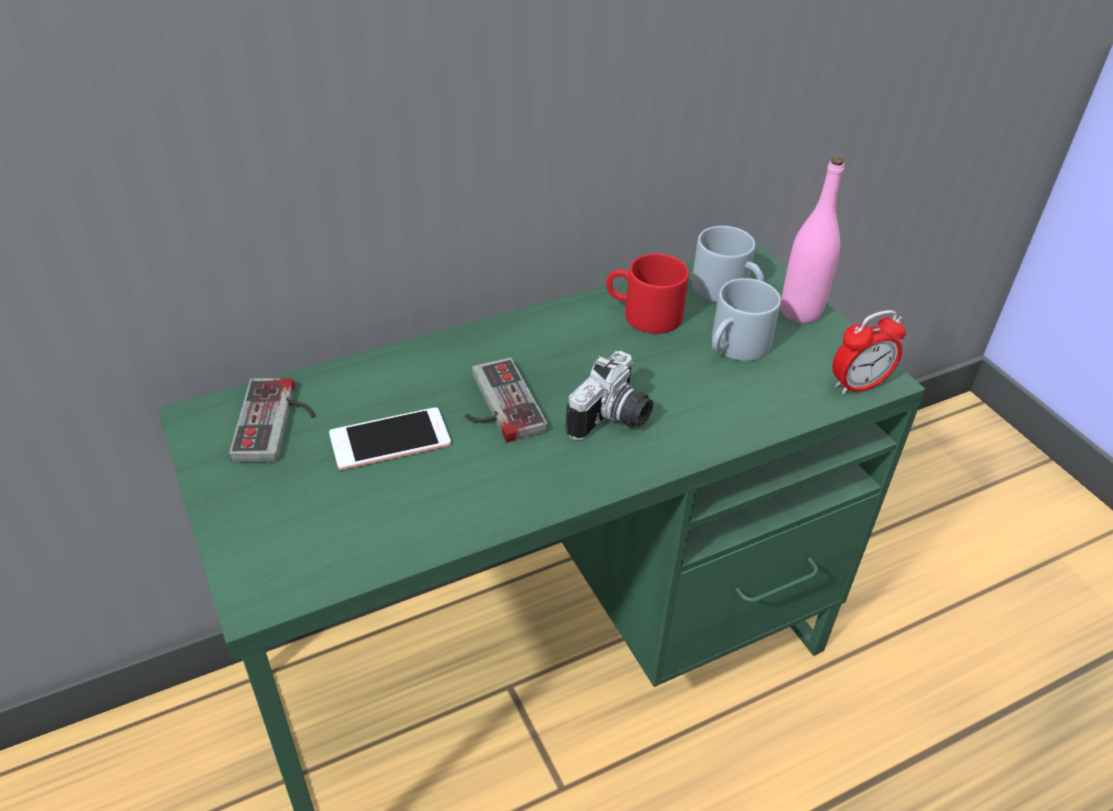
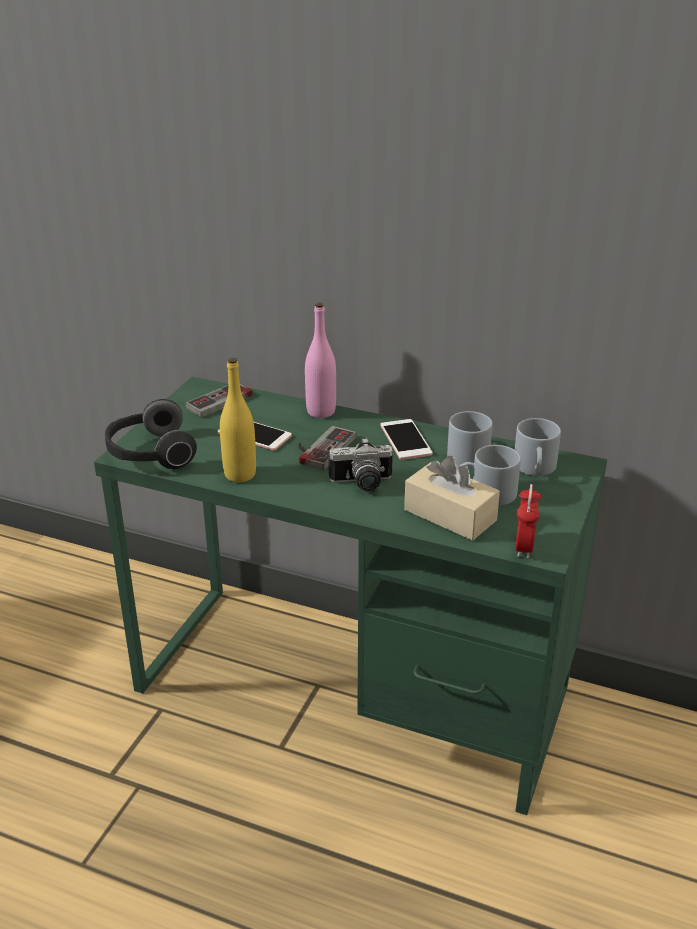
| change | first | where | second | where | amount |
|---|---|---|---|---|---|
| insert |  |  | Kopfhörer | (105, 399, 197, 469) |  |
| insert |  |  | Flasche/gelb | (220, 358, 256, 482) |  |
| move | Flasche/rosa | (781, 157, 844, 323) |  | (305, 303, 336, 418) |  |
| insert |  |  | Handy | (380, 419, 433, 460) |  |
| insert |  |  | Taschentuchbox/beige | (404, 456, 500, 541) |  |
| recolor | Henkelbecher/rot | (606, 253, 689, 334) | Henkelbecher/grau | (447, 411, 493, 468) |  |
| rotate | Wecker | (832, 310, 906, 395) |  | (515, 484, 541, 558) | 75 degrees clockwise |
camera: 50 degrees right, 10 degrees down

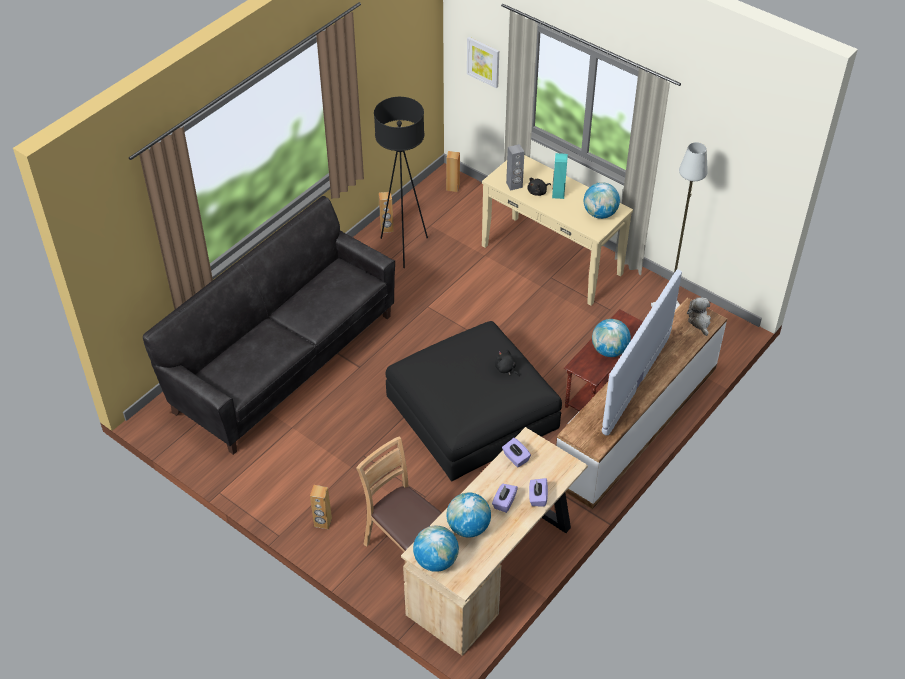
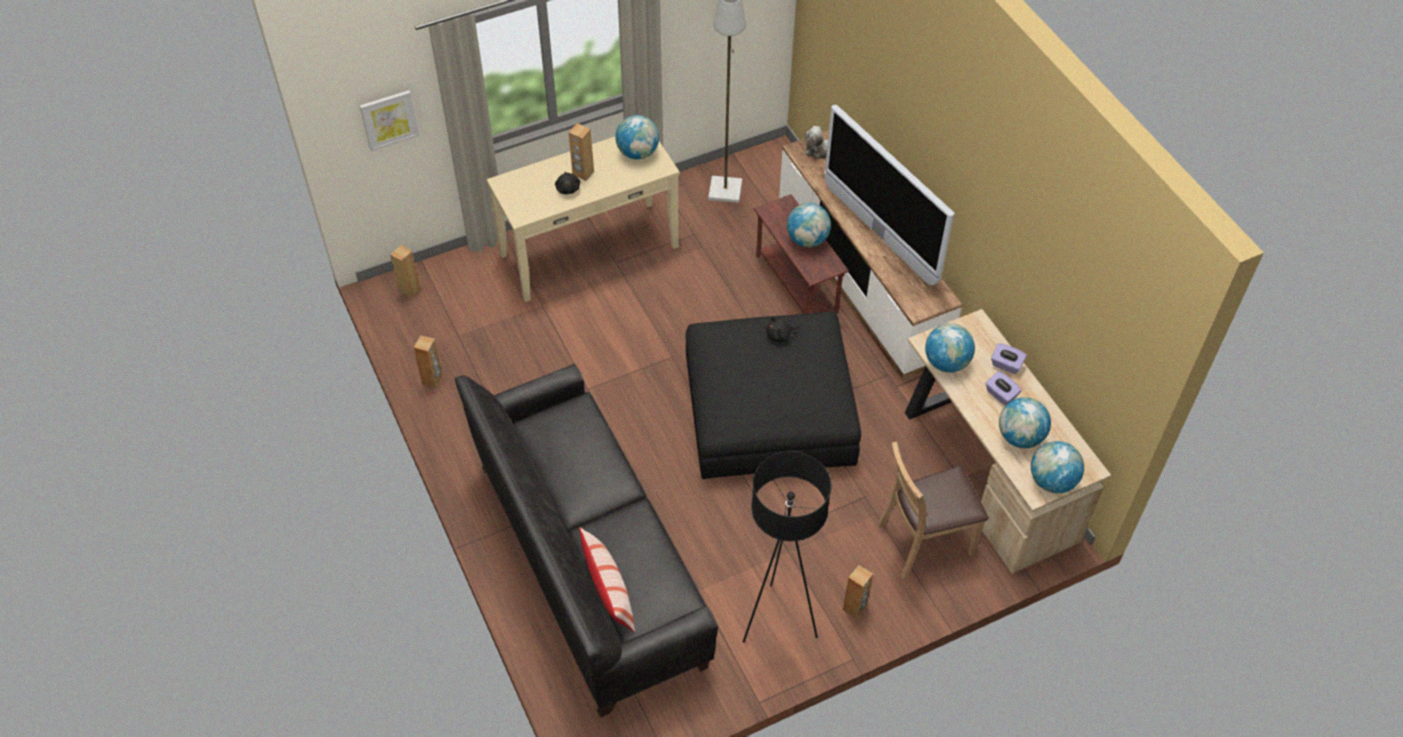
| change | first | where | second | where | amount |
|---|---|---|---|---|---|
| recolor | Lautsprecher/türkis | (552, 153, 568, 199) | Lautsprecher/braun | (569, 123, 594, 181) |  |
| insert |  |  | Kissen | (579, 527, 635, 632) |  |
| move | Stehlampe/schwarz | (374, 97, 428, 268) |  | (743, 451, 831, 643) |  |
| replace | Taschentuchbox/lila | (502, 438, 531, 467) | Globus | (925, 323, 975, 372) |  |
| delete | Lautsprecher/grau | (506, 144, 525, 191) |  |  |  |
camera: 65 degrees left, 5 degrees up

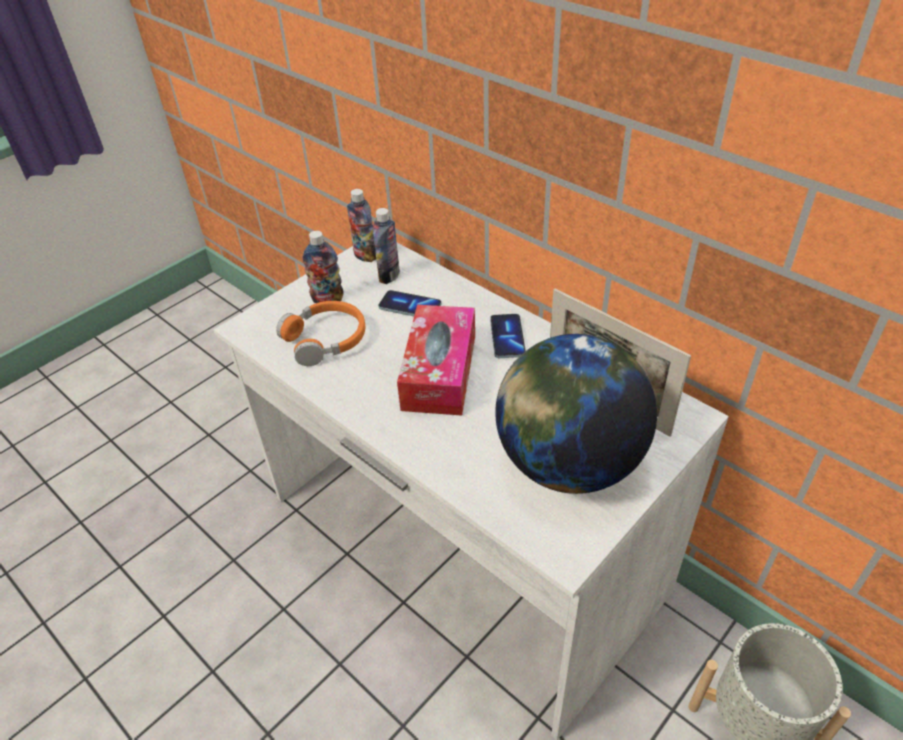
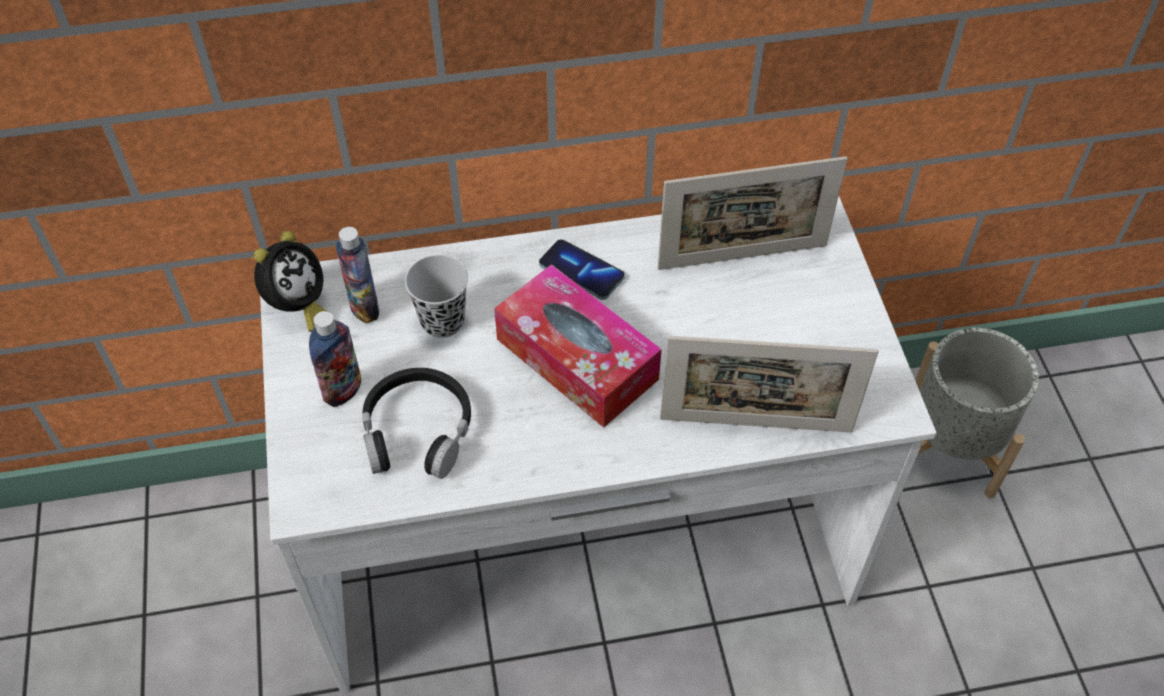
| change | first | where | second | where | amount |
|---|---|---|---|---|---|
| replace | Flasche | (347, 189, 376, 262) | Wecker | (254, 231, 326, 332) |  |
| recolor | Kopfhörer/orange | (276, 301, 365, 366) | Kopfhörer/schwarz | (362, 368, 471, 479) |  |
| replace | Handy | (378, 290, 442, 316) | Tasse/schwarz | (405, 255, 468, 338) |  |
| insert |  |  | Bilderrahmen | (660, 336, 878, 433) |  |
| delete | Globus | (495, 334, 657, 494) |  |  |  |
camera: 55 degrees left, 10 degrees up

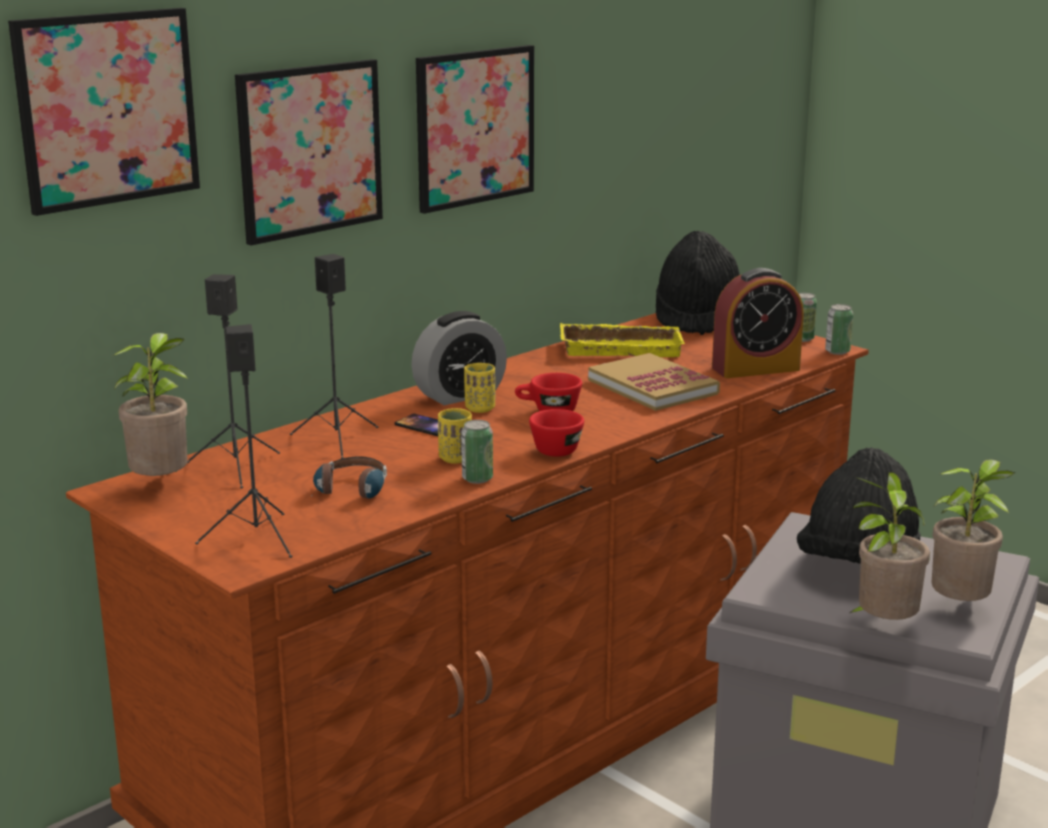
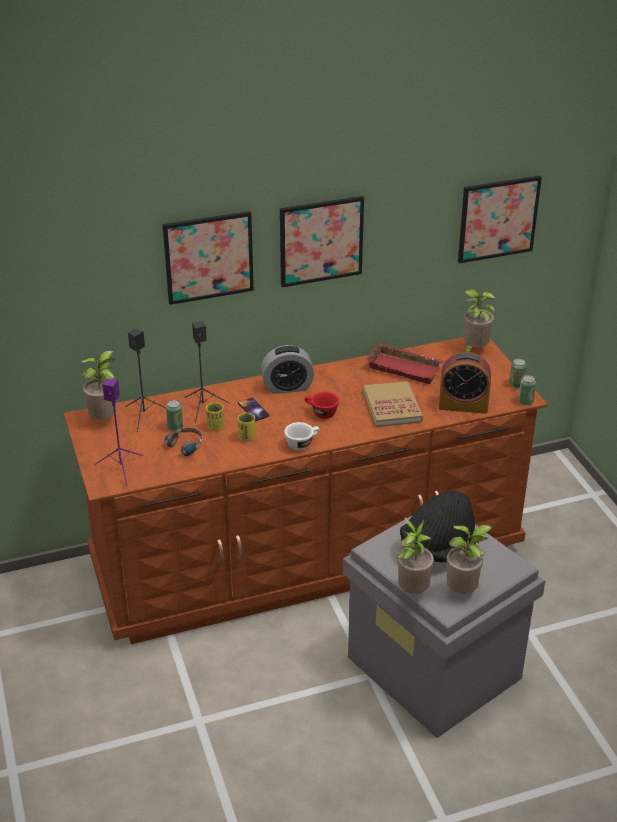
| change | first | where | second | where | amount |
|---|---|---|---|---|---|
| recolor | Lautsprecher/schwarz | (195, 324, 292, 558) | Lautsprecher/lila | (94, 379, 143, 486) |  |
| move | Dose | (461, 420, 493, 484) |  | (166, 400, 183, 431) |  |
| move | Tasse/gelb | (464, 363, 495, 413) |  | (206, 402, 224, 431) |  |
| recolor | Tasse/rot | (529, 409, 584, 457) | Tasse/weiß | (284, 422, 320, 451) |  |
| recolor | Tablett/gelb | (560, 323, 684, 357) | Tablett/rot | (365, 343, 444, 384) |  |
| move | Bild | (8, 8, 200, 216) |  | (458, 176, 542, 263) |  |
| replace | Hut/schwarz | (656, 231, 740, 335) | Topfpflanze | (464, 289, 495, 352) |  |
camera: 25 degrees right, 15 degrees up

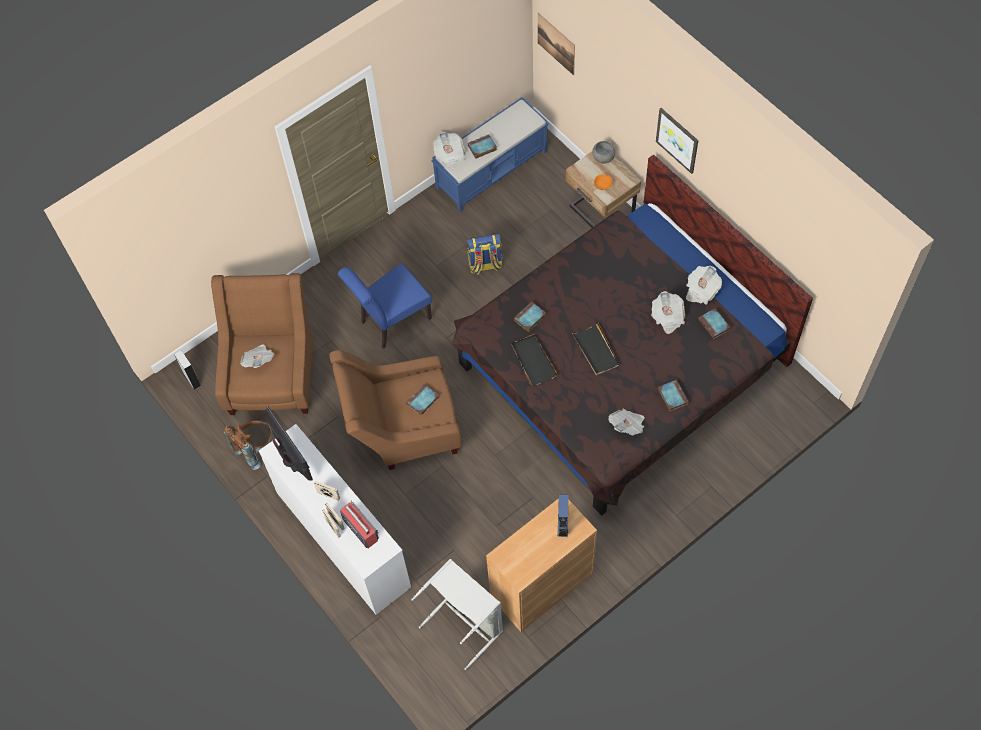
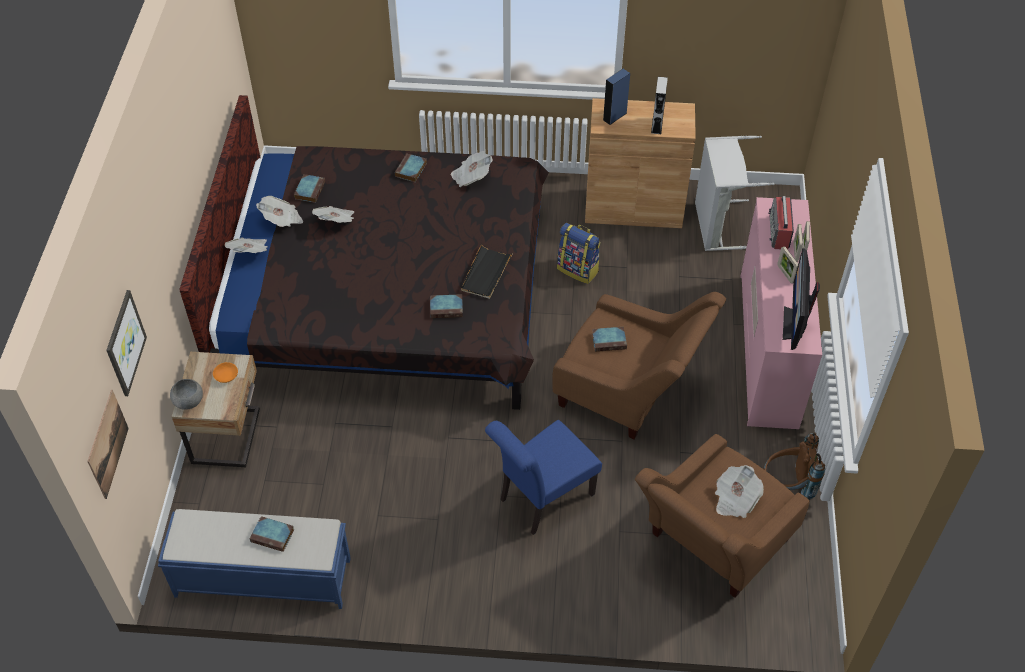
| change | first | where | second | where | amount |
|---|---|---|---|---|---|
| move | Bild | (656, 108, 698, 174) |  | (106, 290, 147, 396) |  |
| move | Zeitung | (433, 131, 466, 170) |  | (225, 238, 268, 253) |  |
| rotate | Stuhl/blau | (338, 264, 432, 349) |  | (485, 420, 602, 535) | 135 degrees clockwise |
| move | Rucksack | (467, 234, 503, 274) |  | (557, 223, 600, 284) |  |
| move | Lautsprecher/grau | (174, 351, 202, 390) |  | (651, 77, 668, 134) |  |
| recolor | Kommode/weiß | (259, 424, 411, 615) | Kommode/rosa | (740, 197, 822, 430) |  |
| delete | Tablett/schwarz | (572, 322, 619, 375) |  |  |  |
camera: 140 degrees left, 10 degrees down

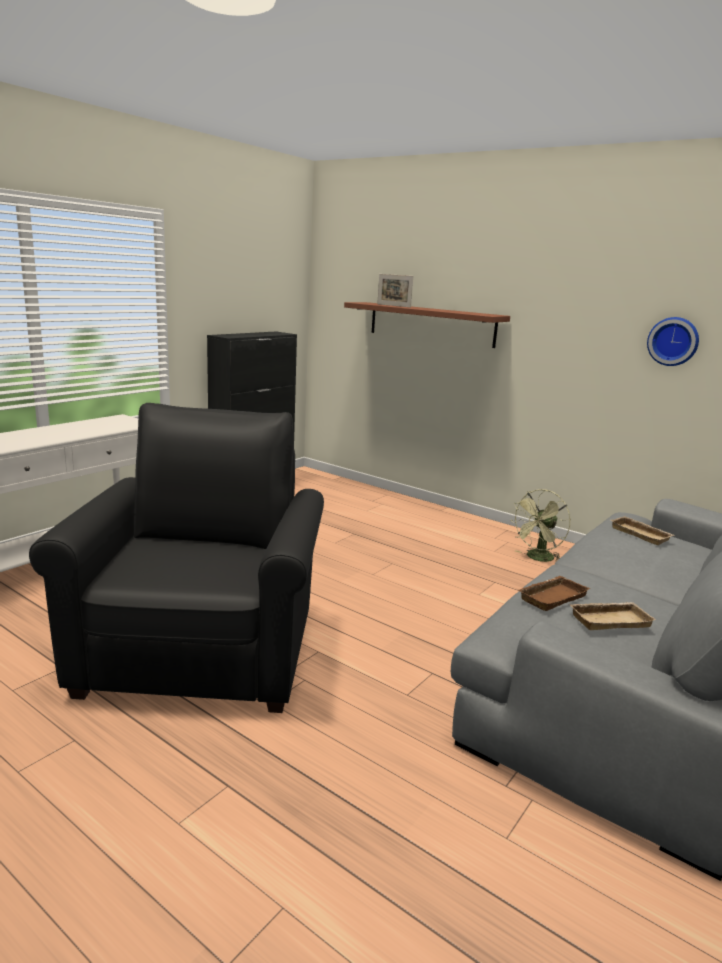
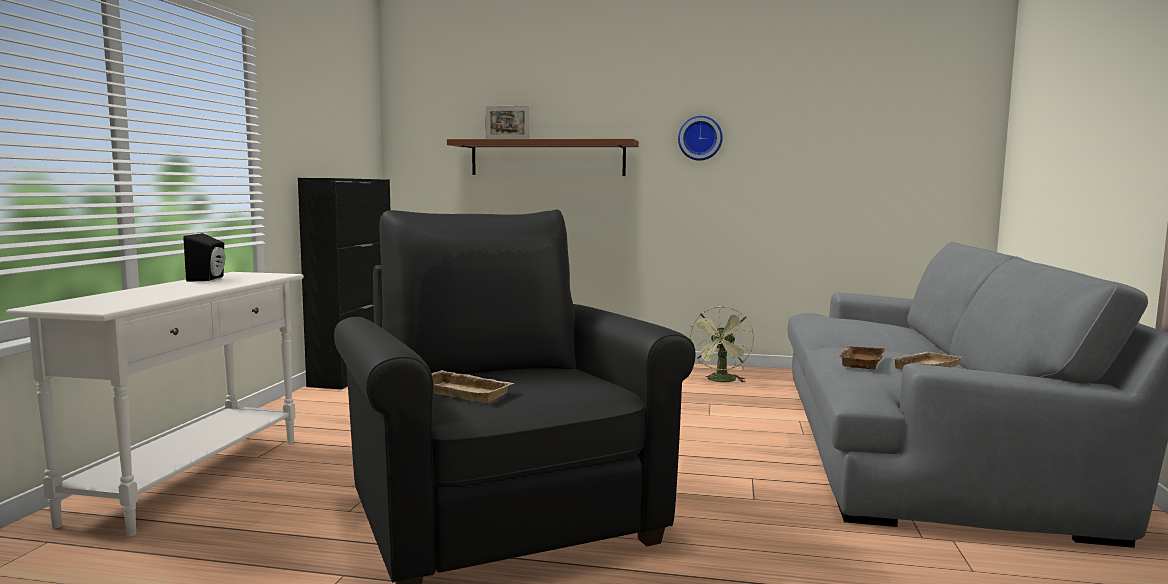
| change | first | where | second | where | amount |
|---|---|---|---|---|---|
| insert |  |  | Lautsprecher/schwarz | (183, 233, 225, 282) |  |
| move | Tablett/beige | (611, 516, 674, 545) |  | (431, 370, 515, 403) |  |
| move | Wanduhr | (647, 317, 699, 366) |  | (678, 116, 723, 161) |  |
camera: 25 degrees left, 10 degrees down

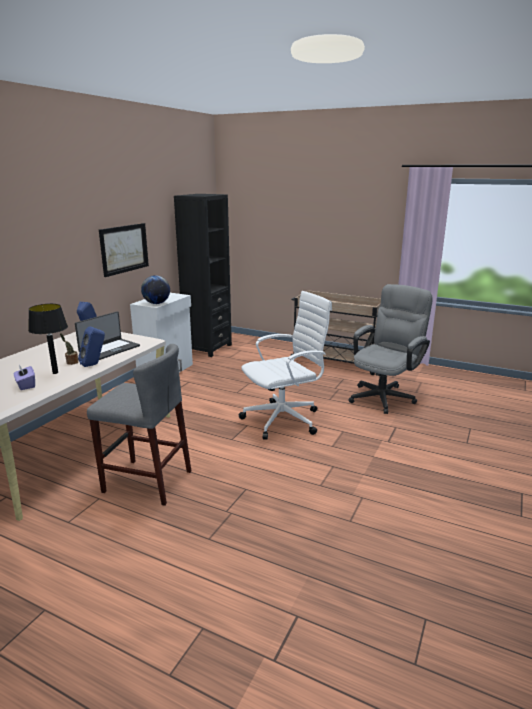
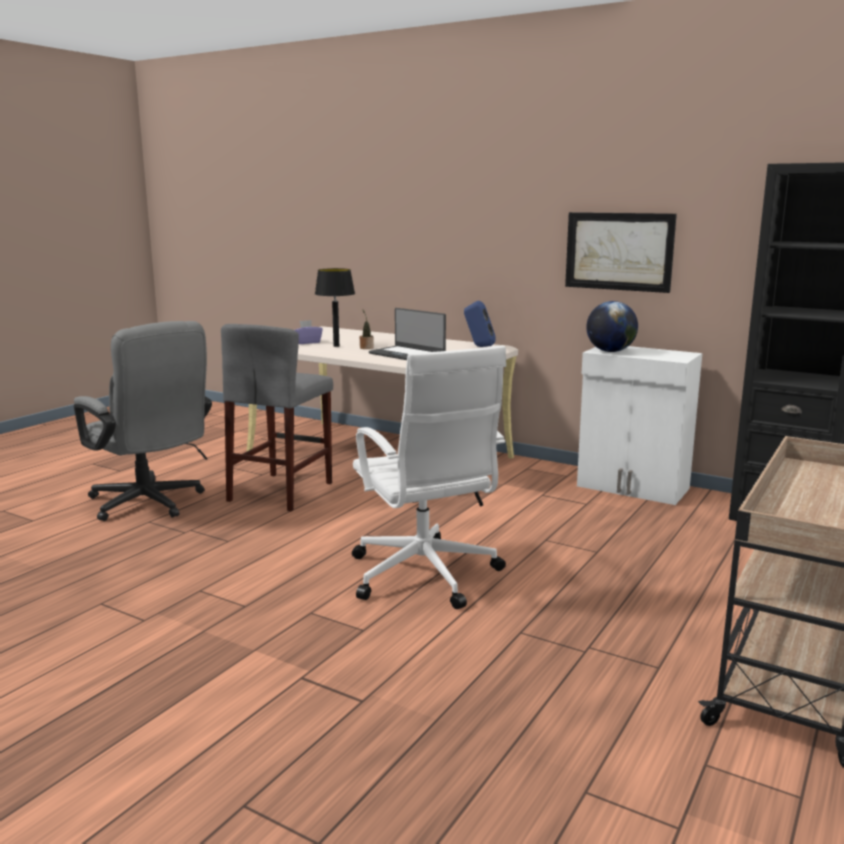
| change | first | where | second | where | amount |
|---|---|---|---|---|---|
| move | Bürostuhl/grau | (348, 284, 433, 414) |  | (74, 321, 212, 521) |  |
| delete | Lautsprecher/blau | (78, 326, 105, 367) |  |  |  |
camera: 95 degrees right, 5 degrees down

